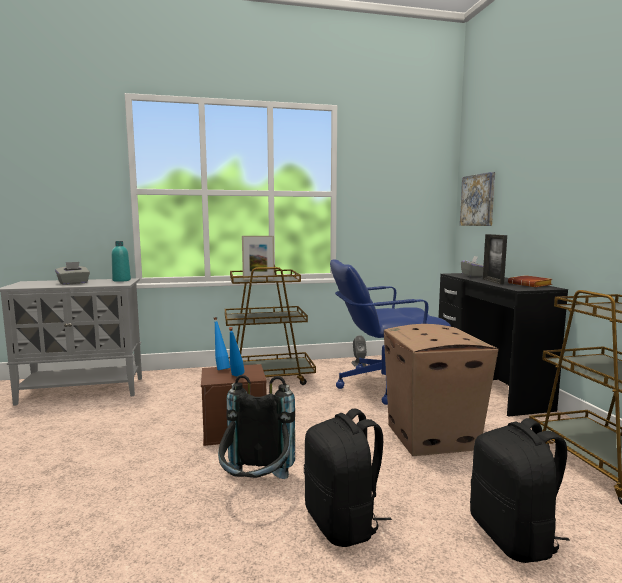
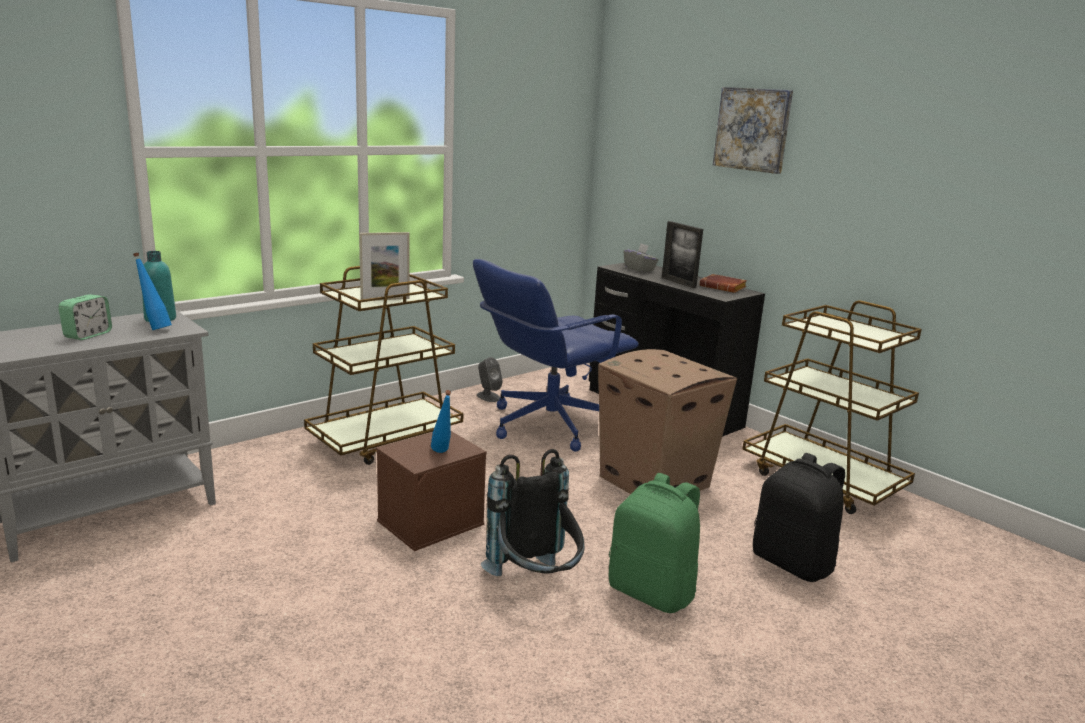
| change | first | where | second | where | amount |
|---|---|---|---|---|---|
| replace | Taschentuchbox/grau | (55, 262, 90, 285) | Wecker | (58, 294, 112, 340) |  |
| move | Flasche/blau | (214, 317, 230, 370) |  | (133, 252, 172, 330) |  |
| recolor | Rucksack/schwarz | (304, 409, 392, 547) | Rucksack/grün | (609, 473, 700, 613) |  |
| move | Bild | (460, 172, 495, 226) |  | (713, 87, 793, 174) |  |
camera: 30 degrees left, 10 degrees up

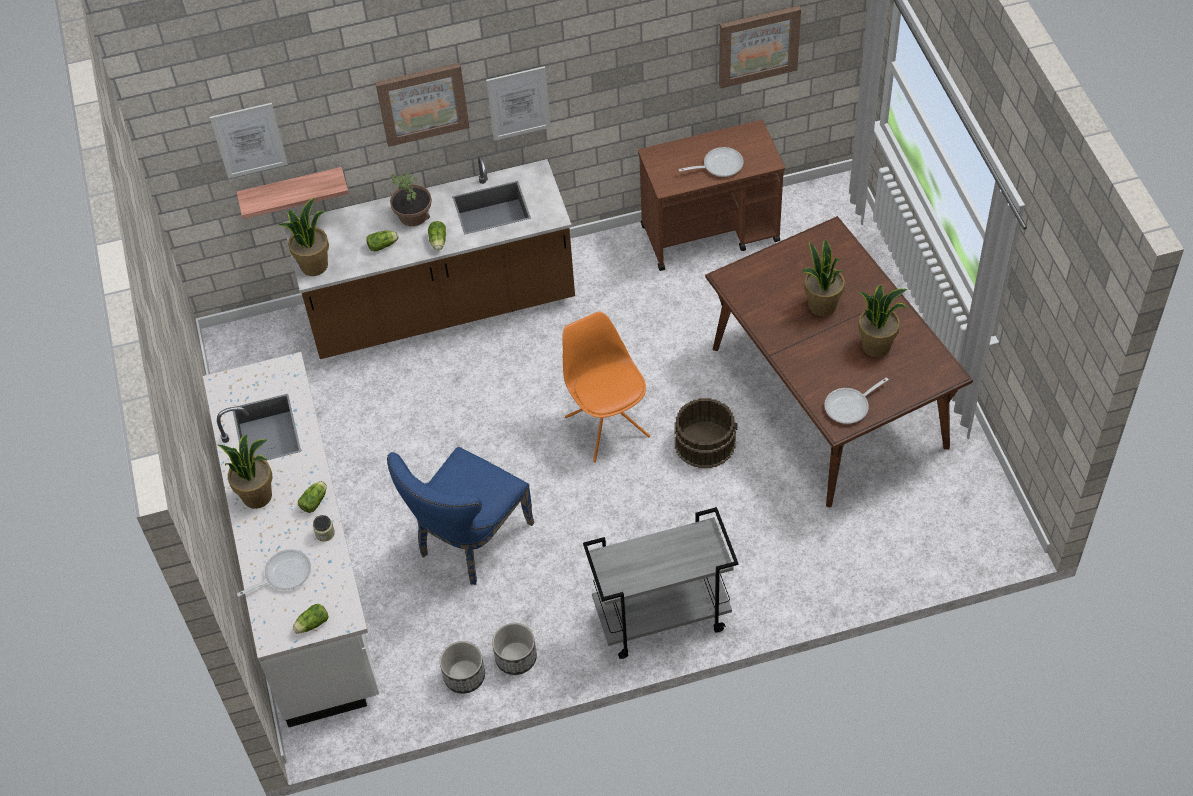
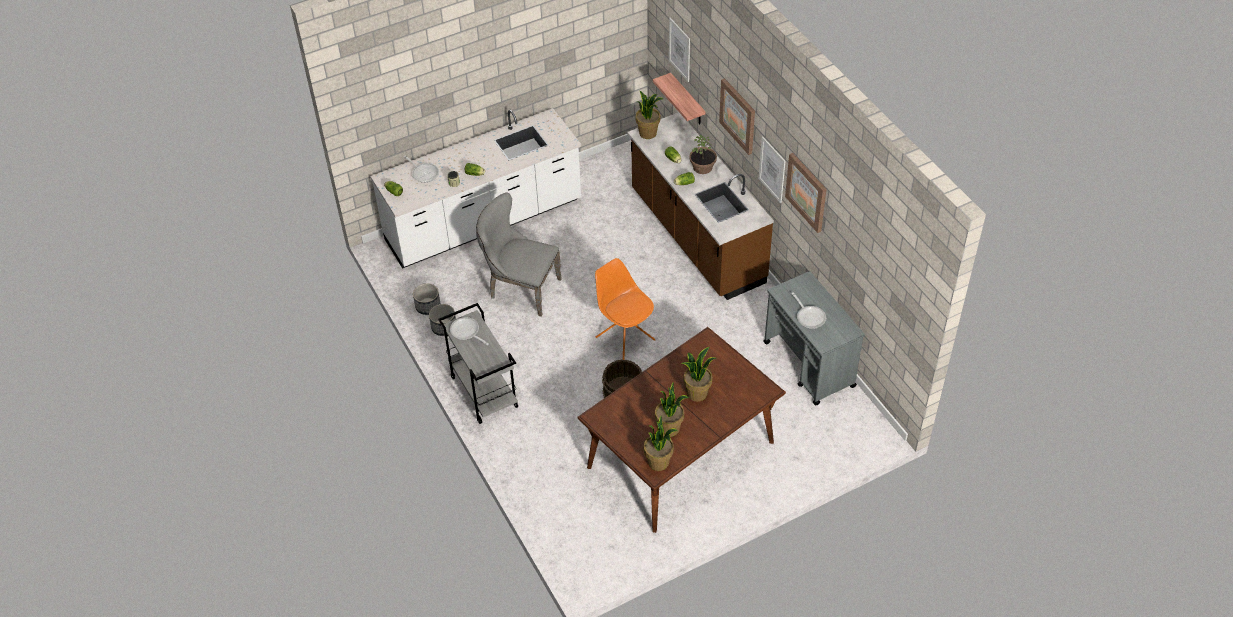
| change | first | where | second | where | amount |
|---|---|---|---|---|---|
| move | Pfanne | (824, 377, 889, 424) |  | (450, 317, 488, 345) |  |
| recolor | Stuhl/blau | (387, 447, 534, 585) | Stuhl/grau | (476, 192, 562, 317) |  |
| rotate | Stuhl/orange | (563, 312, 650, 462) |  | (595, 258, 656, 360) | 90 degrees counterclockwise |
| move | Topfpflanze | (218, 435, 273, 509) |  | (644, 416, 678, 471) |  |
| recolor | Rollwagen/braun | (638, 120, 785, 271) | Rollwagen/grau | (763, 271, 865, 406) |  |
| move | Bild | (719, 6, 801, 88) |  | (785, 153, 827, 233) |  |
camera: 75 degrees right, 5 degrees down

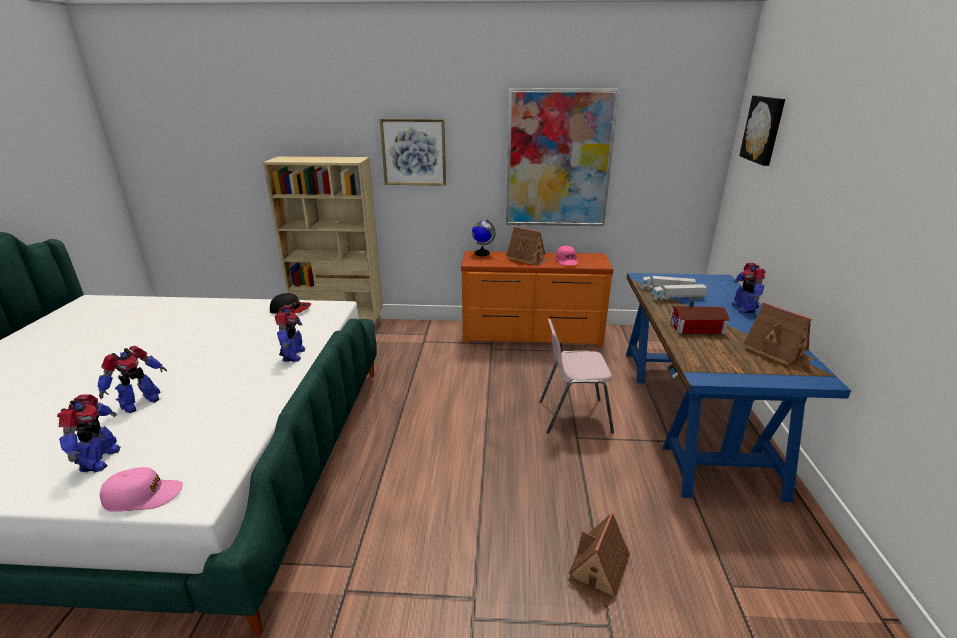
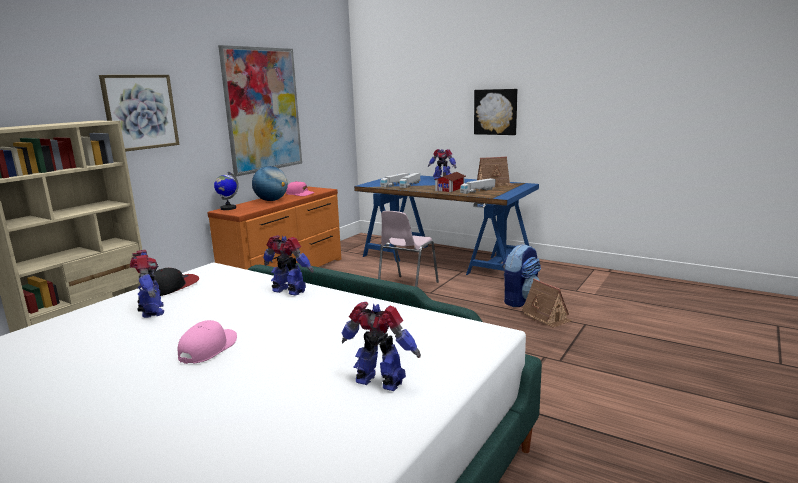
| change | first | where | second | where | amount |
|---|---|---|---|---|---|
| move | Spielzeugroboter | (97, 346, 167, 413) |  | (130, 250, 164, 318) |  |
| move | Kappe/rosa | (100, 467, 183, 512) |  | (177, 320, 237, 364) |  |
| replace | Spielzeughaus | (506, 226, 549, 266) | Globus | (252, 166, 288, 201) |  |
| insert |  |  | Spielzeuglaster | (460, 178, 495, 194) |  |
| move | Bild | (739, 96, 785, 166) |  | (474, 89, 517, 135) |  |
| insert |  |  | Rucksack | (502, 244, 541, 307) |  |
camera: 60 degrees left, 10 degrees down

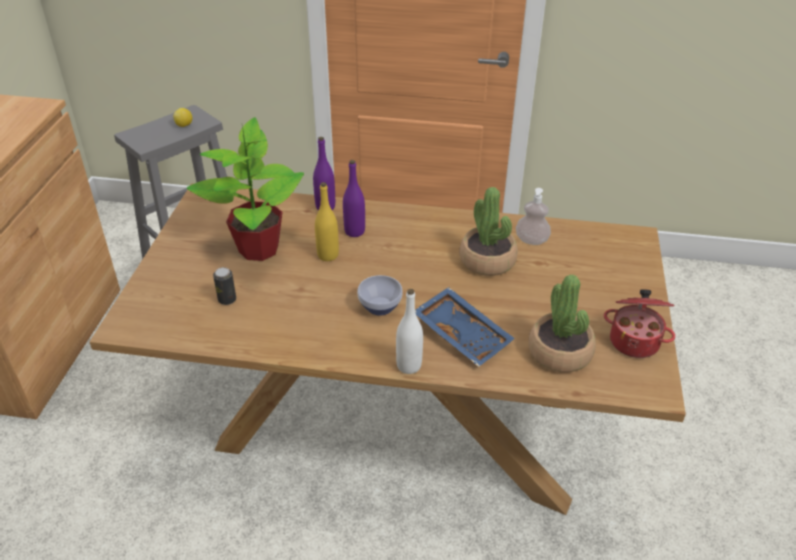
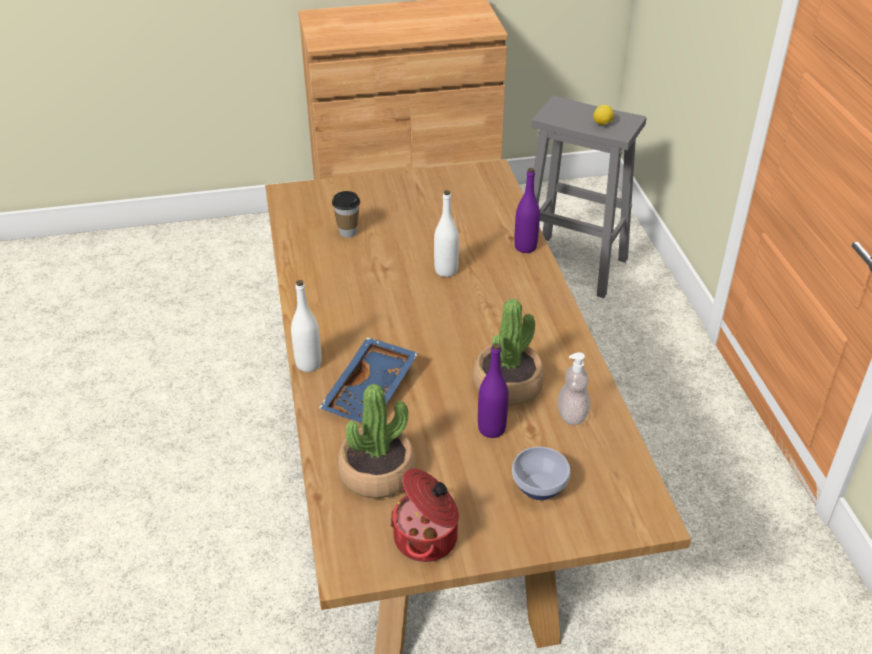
| change | first | where | second | where | amount |
|---|---|---|---|---|---|
| replace | Dose | (213, 267, 236, 305) | Tasse | (332, 191, 360, 238) |  |
| recolor | Flasche/gelb | (315, 182, 339, 261) | Flasche/weiß | (434, 190, 459, 277) |  |
| move | Flasche/lila | (343, 160, 365, 237) |  | (478, 343, 509, 438) |  |
| move | Schüssel | (357, 275, 403, 315) |  | (512, 447, 570, 500) |  |
| delete | Topfpflanze | (187, 117, 304, 261) |  |  |  |
camera: 70 degrees right, 0 degrees up

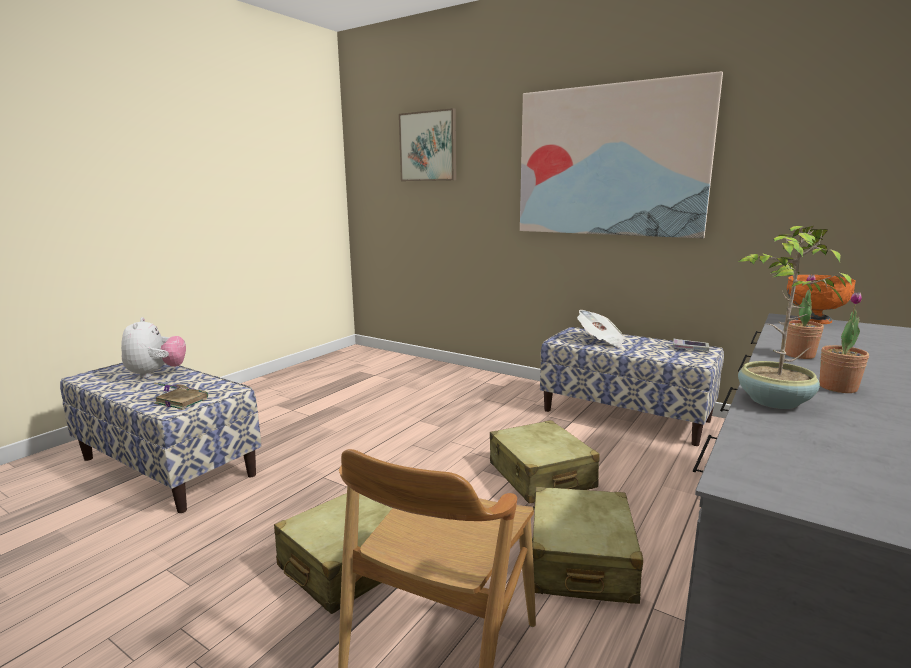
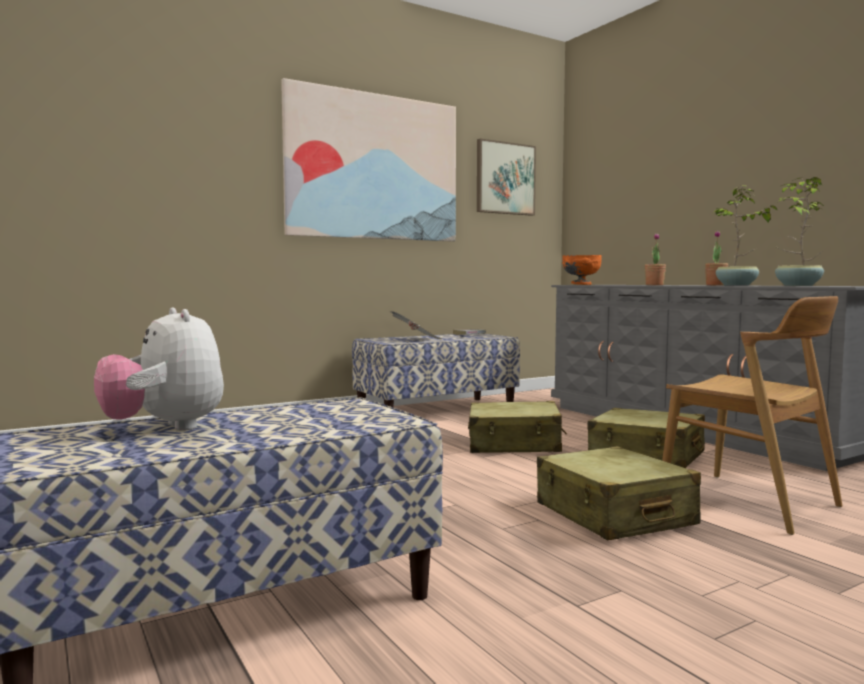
| change | first | where | second | where | amount |
|---|---|---|---|---|---|
| rotate | Plüschtier | (121, 317, 186, 378) |  | (94, 307, 224, 431) | 135 degrees counterclockwise |
| move | Bild | (399, 108, 456, 181) |  | (477, 139, 536, 216) |  |
| insert |  |  | Topfpflanze | (775, 177, 826, 286) |  |
| delete | Buch | (154, 382, 208, 410) |  |  |  |
camera: 65 degrees left, 10 degrees down

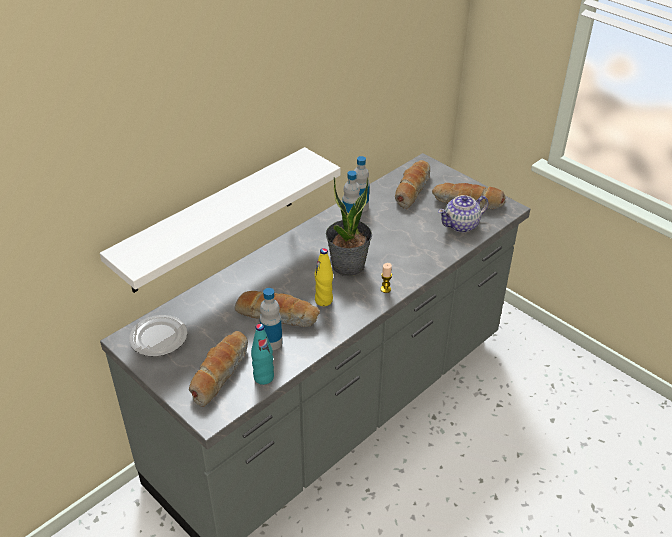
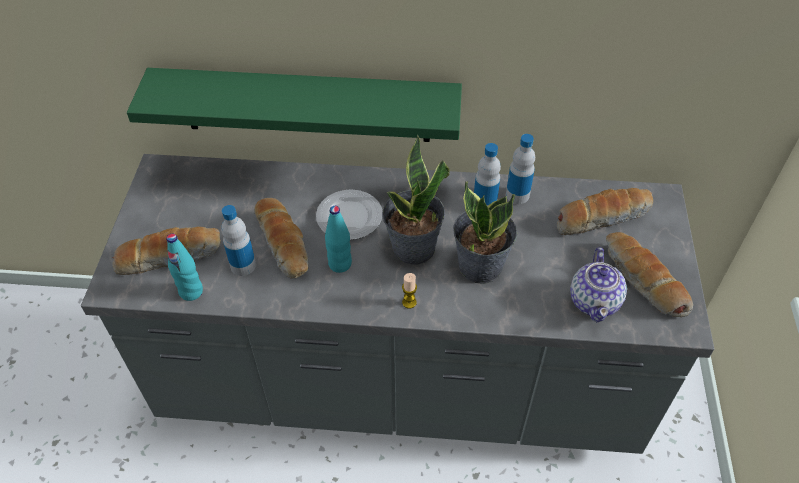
| change | first | where | second | where | amount |
|---|---|---|---|---|---|
| recolor | Wandregal/weiß | (100, 147, 340, 293) | Wandregal/grün | (127, 68, 462, 142) |  |
| move | Teller | (129, 315, 187, 357) |  | (316, 189, 382, 240) |  |
| recolor | Flasche/gelb | (315, 248, 333, 306) | Flasche/türkis | (325, 206, 352, 273) |  |
| insert |  |  | Topfpflanze | (453, 181, 517, 284) |  |
| rotate | Teekanne | (438, 195, 488, 233) |  | (570, 247, 627, 322) | 105 degrees counterclockwise |
camera: 50 degrees right, 10 degrees up

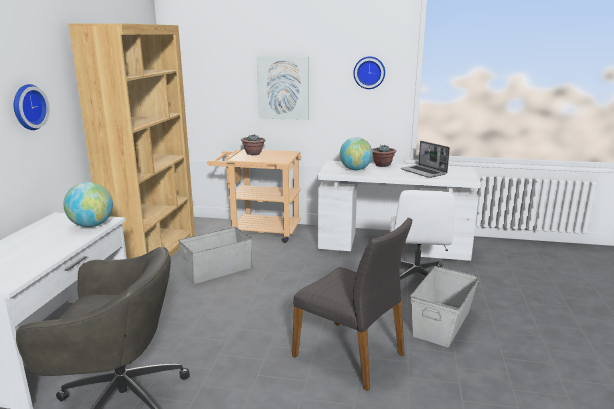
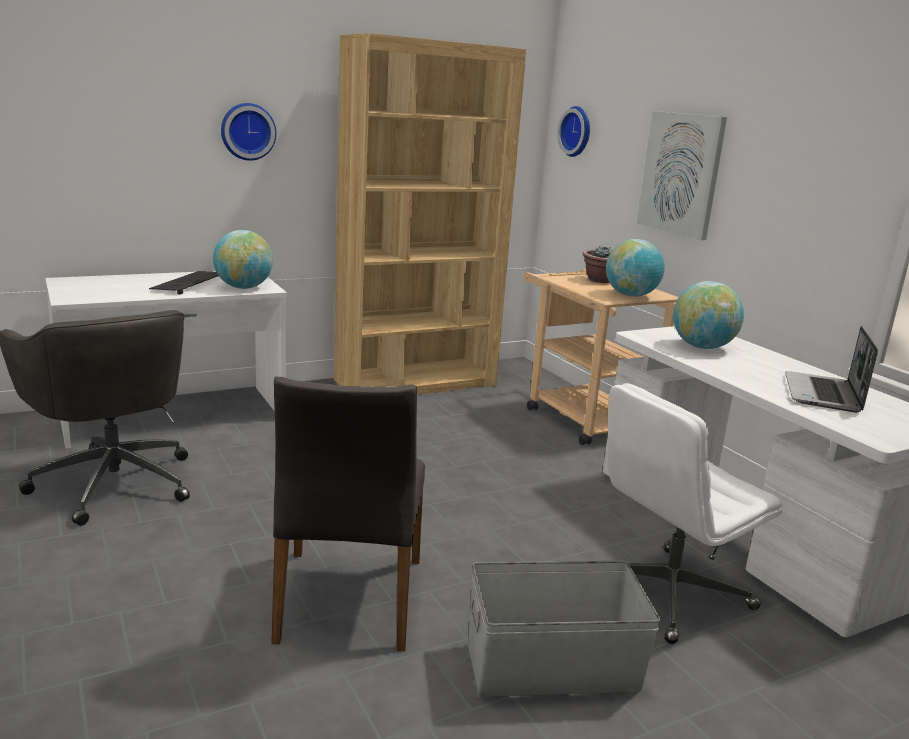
| change | first | where | second | where | amount |
|---|---|---|---|---|---|
| insert |  |  | Tastatur | (149, 271, 218, 294) |  |
| move | Wanduhr | (353, 56, 385, 89) |  | (558, 106, 590, 157) |  |
| insert |  |  | Globus | (606, 239, 665, 297) |  |
| delete | Aufbewahrungsbox/grau | (178, 227, 252, 284) |  |  |  |
| delete | Topfpflanze | (372, 144, 396, 167) |  |  |  |
camera: 50 degrees right, 0 degrees up

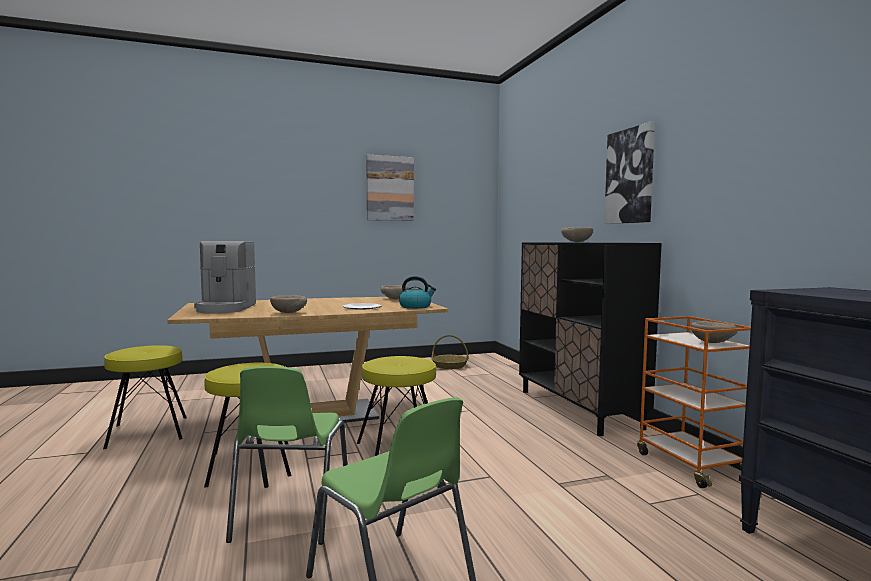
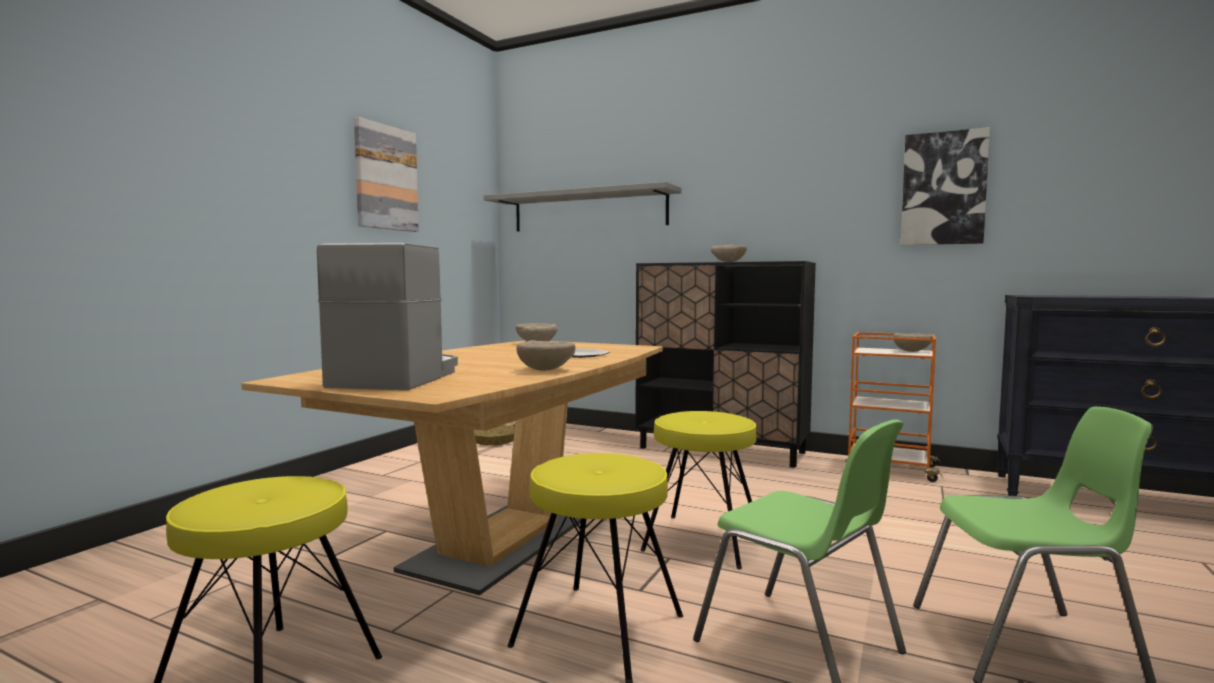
| change | first | where | second | where | amount |
|---|---|---|---|---|---|
| rotate | Kaffeemaschine | (194, 241, 256, 314) |  | (317, 243, 458, 390) | 120 degrees counterclockwise |
| insert |  |  | Wandregal/grau | (483, 182, 682, 231) |  |
| move | Bild | (604, 122, 655, 224) |  | (901, 127, 990, 245) |  |
| delete | Wasserkessel | (399, 276, 436, 309) |  |  |  |
camera: 45 degrees left, 0 degrees up

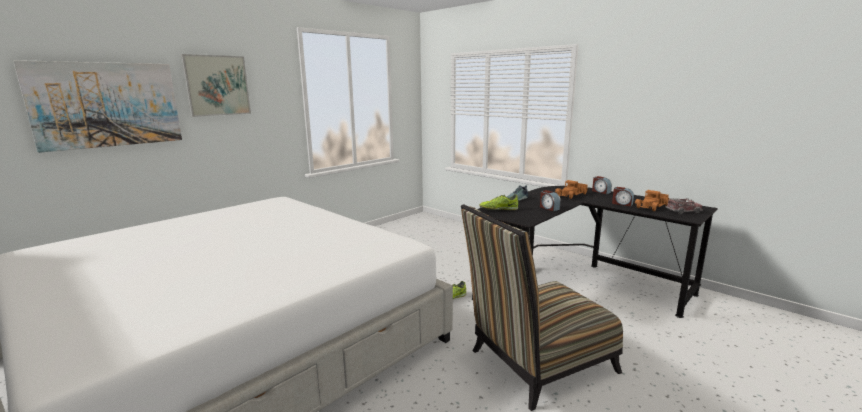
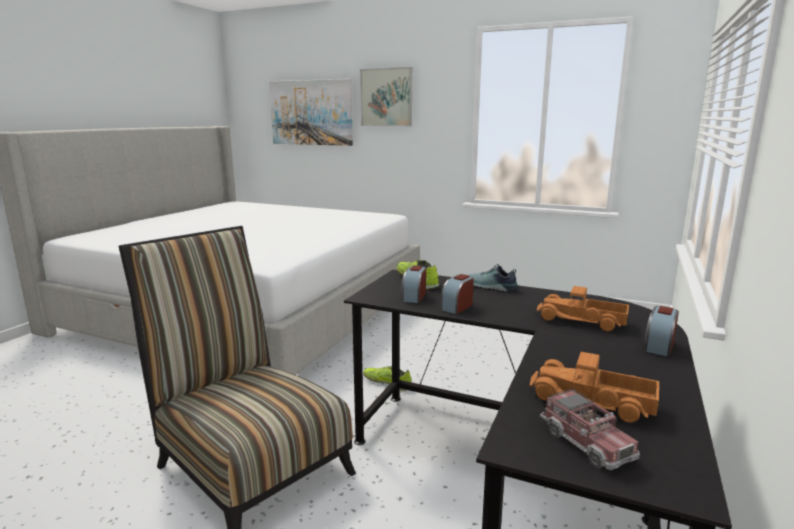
| change | first | where | second | where | amount |
|---|---|---|---|---|---|
| move | Wecker | (612, 187, 634, 206) |  | (402, 265, 426, 303) |  |
camera: 70 degrees right, 0 degrees up

